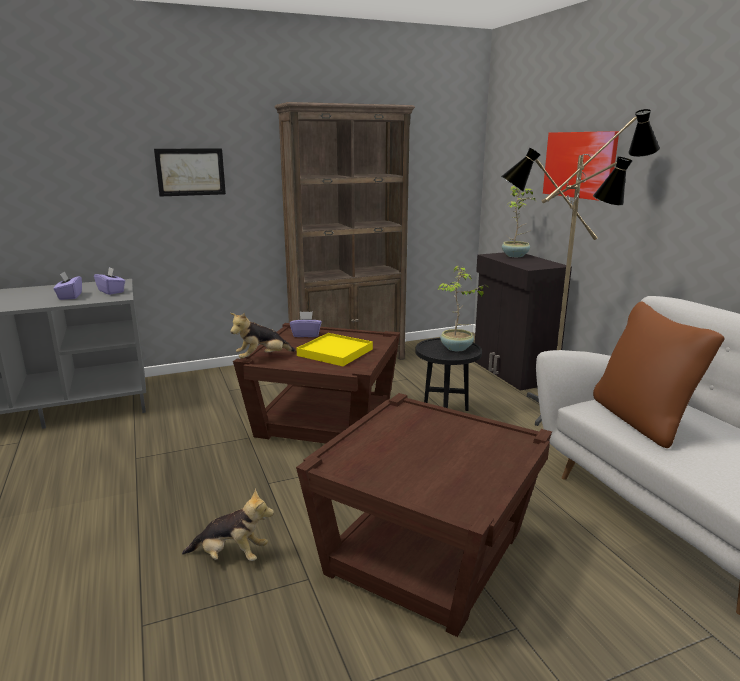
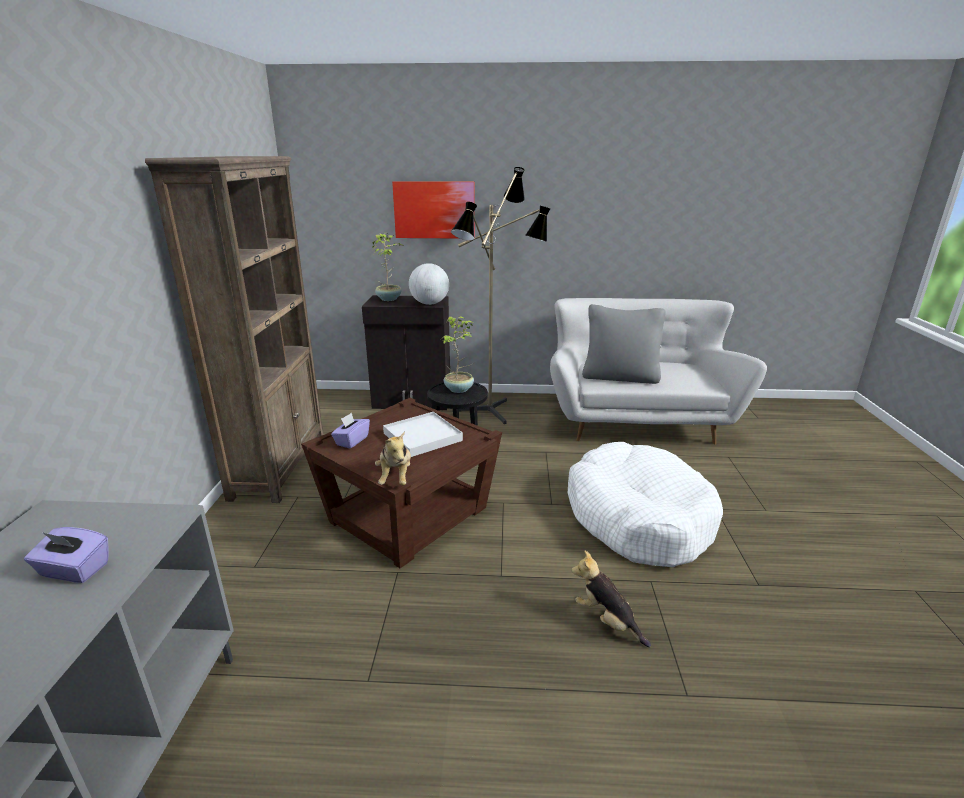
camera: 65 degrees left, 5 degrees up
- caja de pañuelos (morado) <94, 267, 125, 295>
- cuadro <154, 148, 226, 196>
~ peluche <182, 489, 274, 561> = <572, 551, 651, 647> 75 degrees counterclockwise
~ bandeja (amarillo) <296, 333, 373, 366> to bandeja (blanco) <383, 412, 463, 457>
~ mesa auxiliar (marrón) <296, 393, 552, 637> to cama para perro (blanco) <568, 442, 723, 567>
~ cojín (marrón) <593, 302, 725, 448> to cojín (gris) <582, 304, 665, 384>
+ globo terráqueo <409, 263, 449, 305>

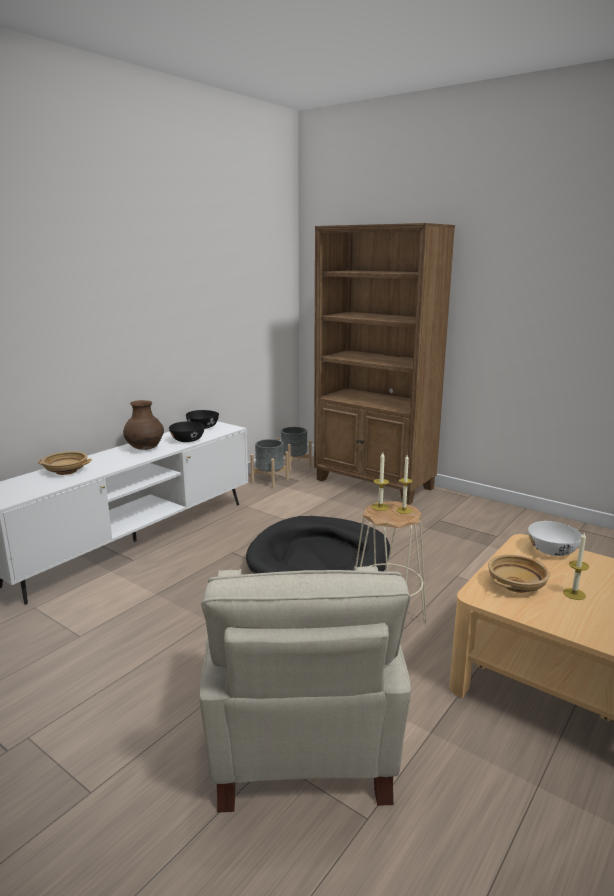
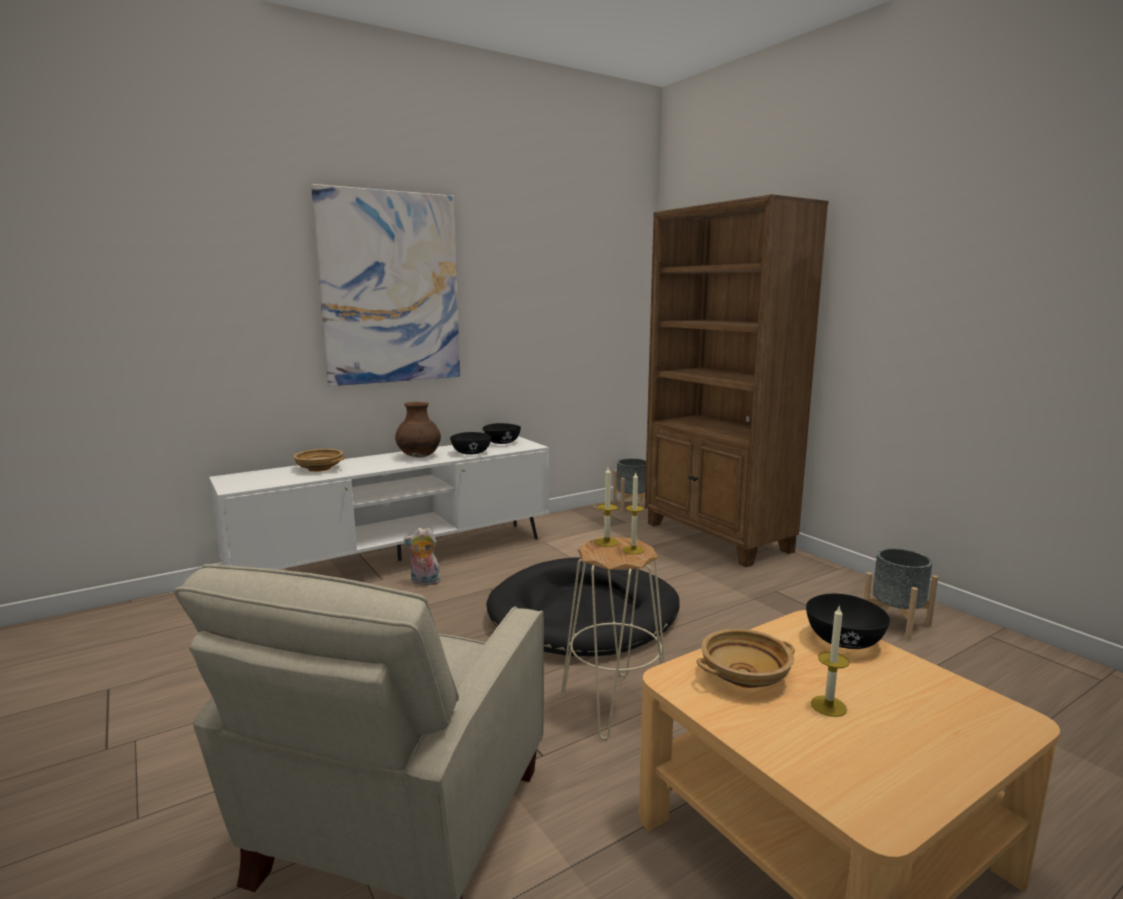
camera: 20 degrees right, 5 degrees down
~ maceta (gris) <250, 439, 289, 488> to <864, 548, 938, 640>
~ cuenco (blanco) <528, 521, 582, 556> to cuenco (negro) <806, 594, 890, 649>
+ cuadro <311, 184, 460, 386>
+ peluche <404, 528, 441, 585>

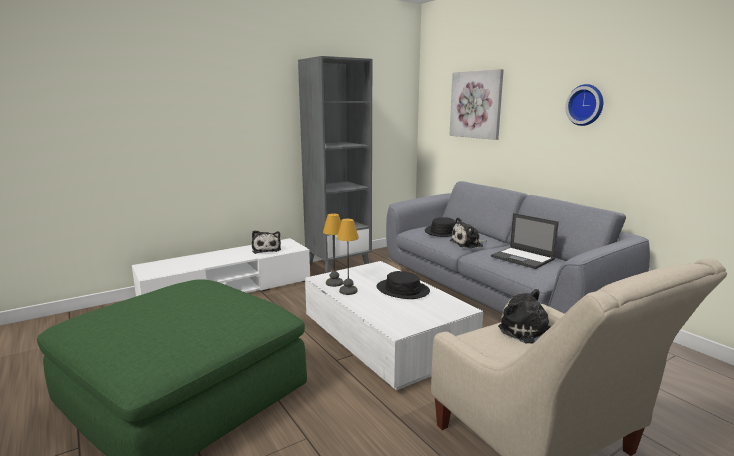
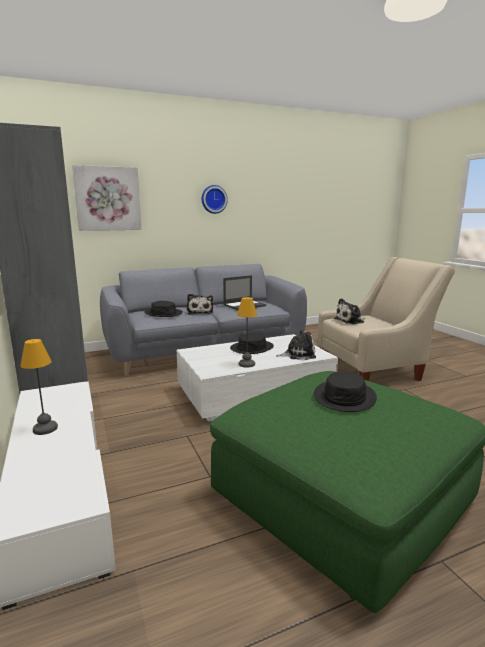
camera: 80 degrees left, 0 degrees up
~ peluche <252, 230, 281, 254> to <277, 330, 316, 360>
~ lámpara de mesa <323, 213, 343, 287> to <20, 339, 58, 435>
+ sombrero (negro) <314, 371, 377, 412>

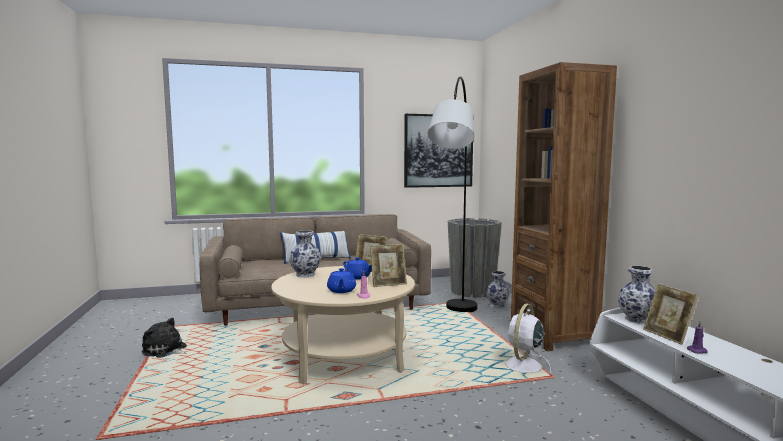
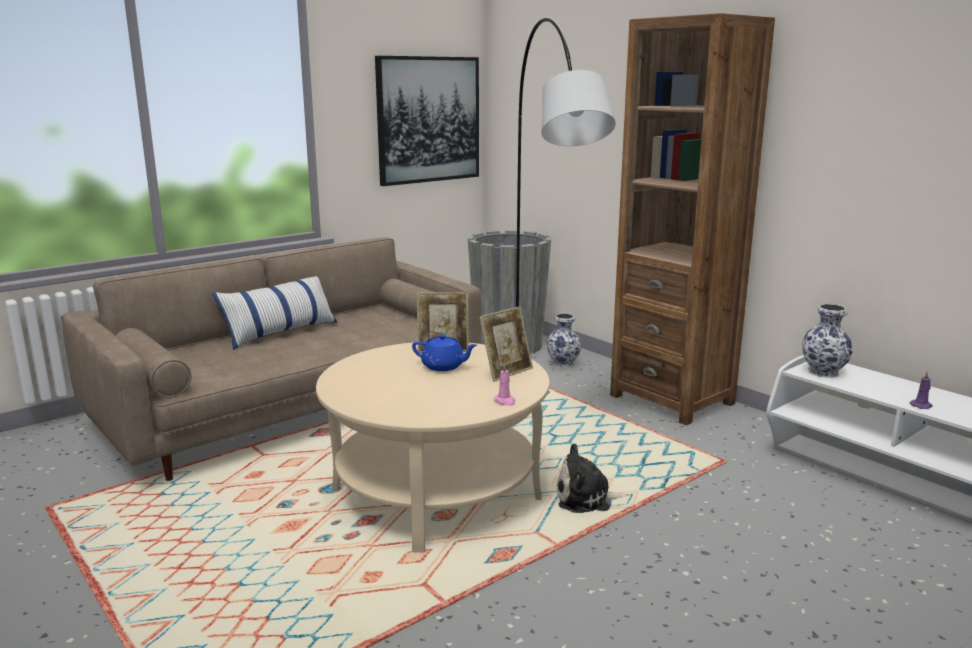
camera: 25 degrees left, 10 degrees up
~ peluche <141, 318, 187, 358> to <557, 444, 629, 513>
- florero <289, 230, 321, 277>
- tetera (azul) <327, 268, 356, 293>
- ventilador (blanco) <505, 303, 551, 374>
- portarretratos <643, 283, 698, 345>

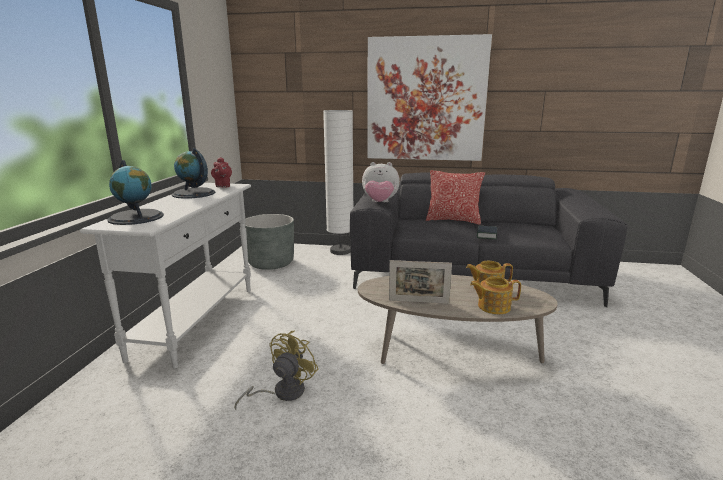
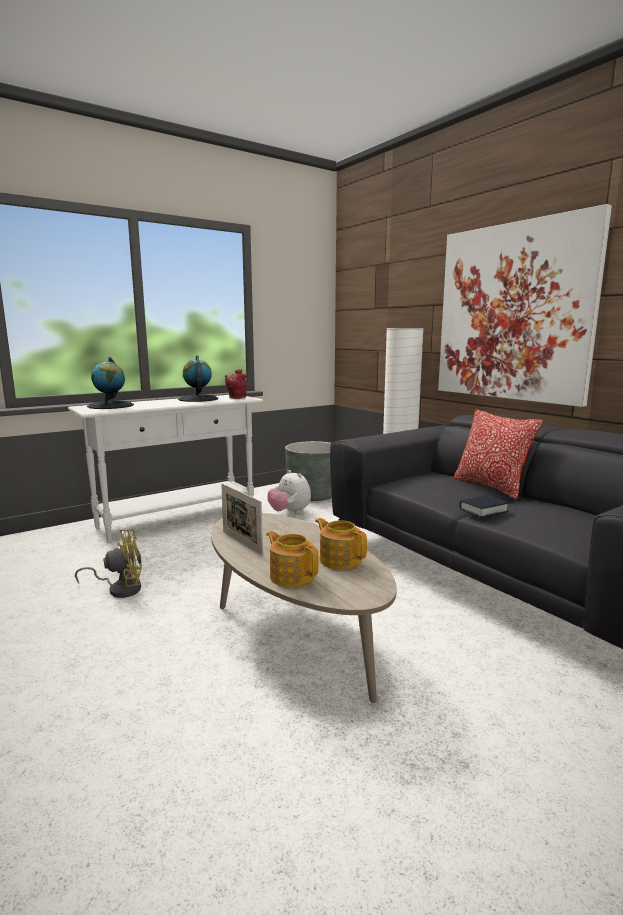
camera: 45 degrees right, 5 degrees down
~ peluche <362, 162, 400, 202> to <267, 470, 311, 514>

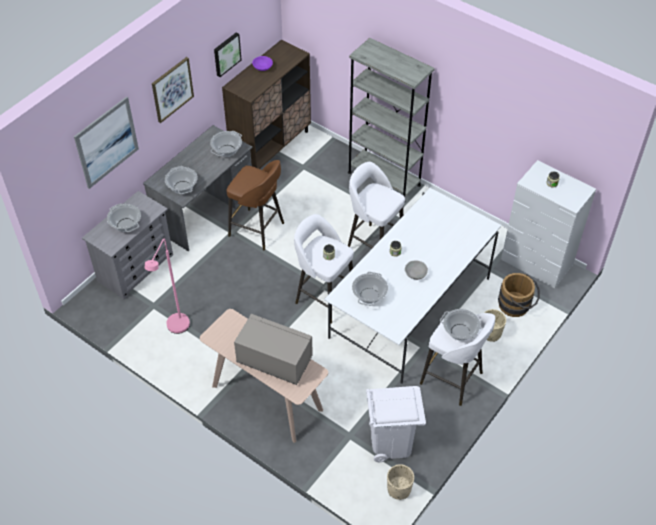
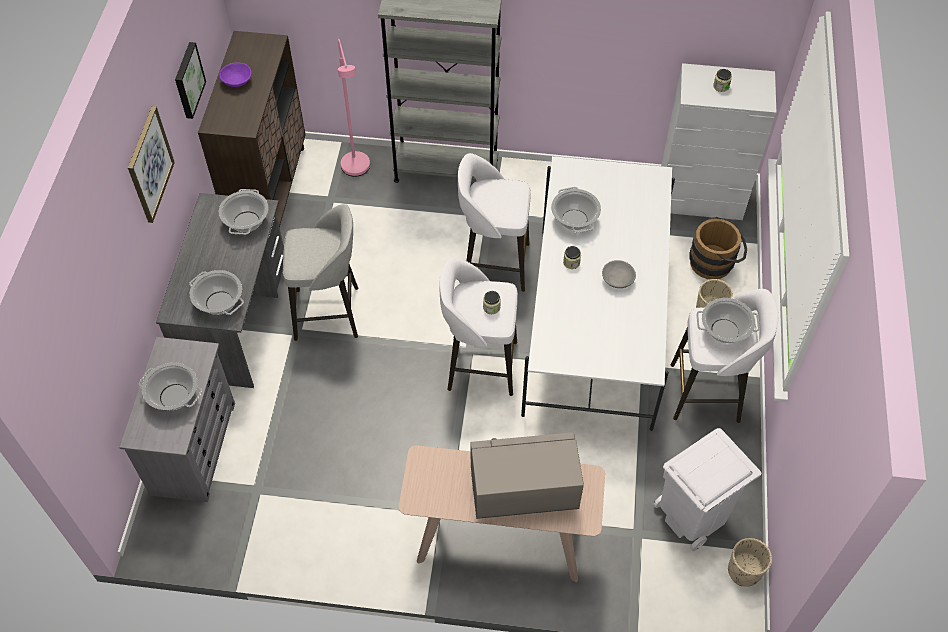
camera: 30 degrees left, 5 degrees up
- cuadro <74, 96, 139, 189>
~ lámpara de pie (rosa) <145, 239, 190, 334> to <338, 39, 370, 177>
~ taburete (marrón) <227, 160, 284, 250> to taburete (gris) <283, 204, 358, 341>
~ olla <352, 272, 388, 306> to <551, 187, 601, 233>

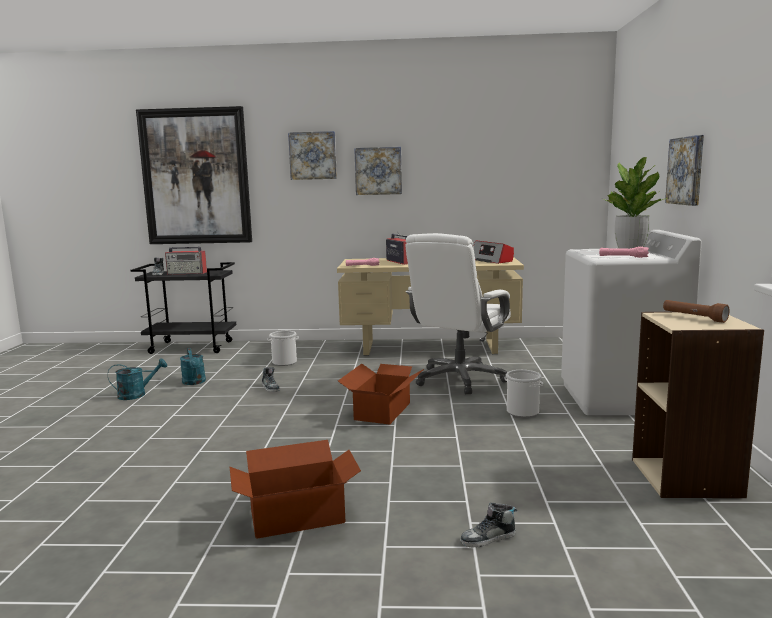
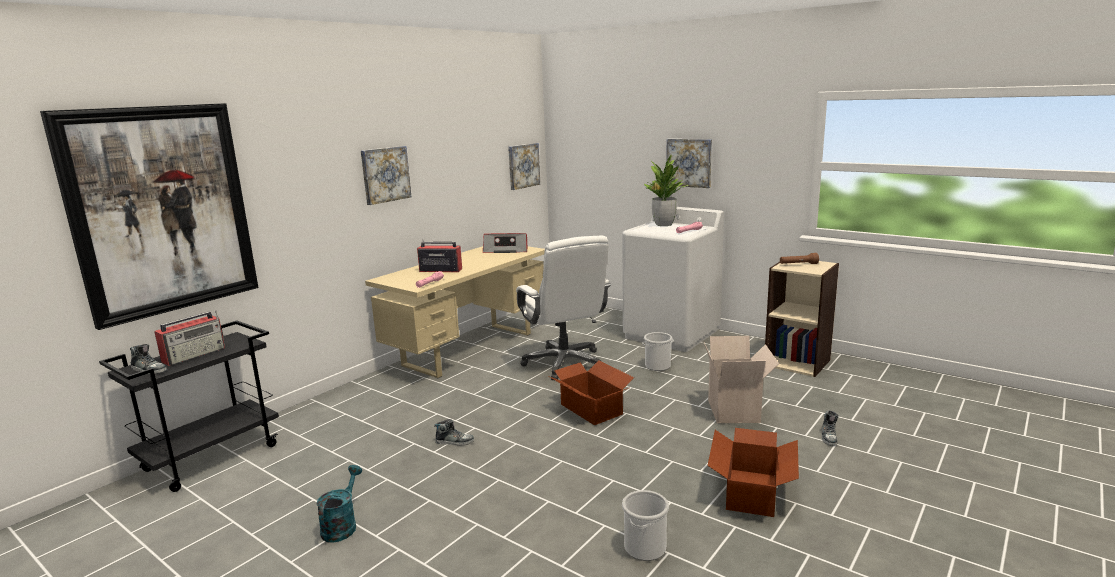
camera: 55 degrees left, 5 degrees up
- regadera (turquesa) <180, 348, 206, 385>
~ cubo <268, 331, 299, 366> to <622, 490, 669, 561>
~ cuadro <288, 131, 337, 180> to <508, 143, 540, 190>
+ caja de cartón <704, 336, 779, 423>

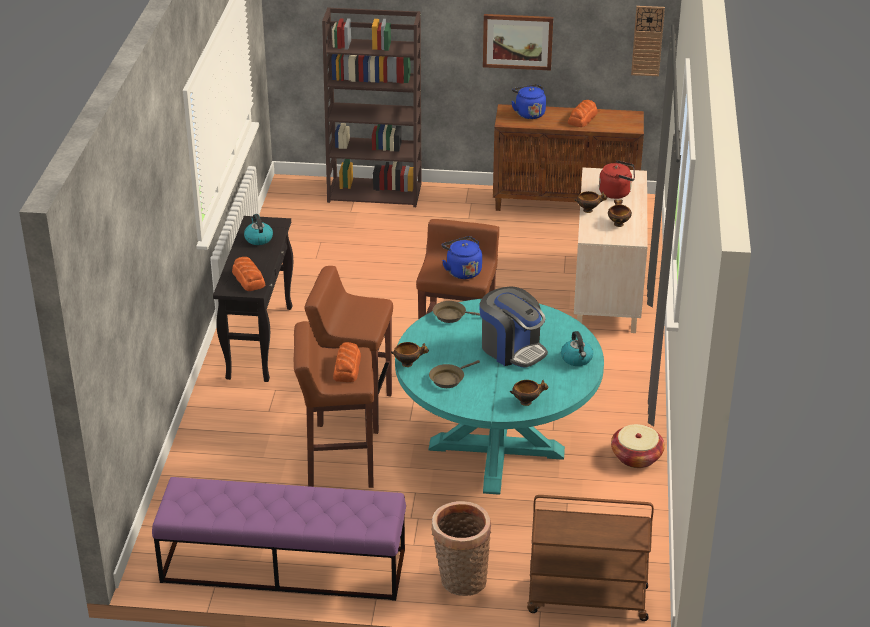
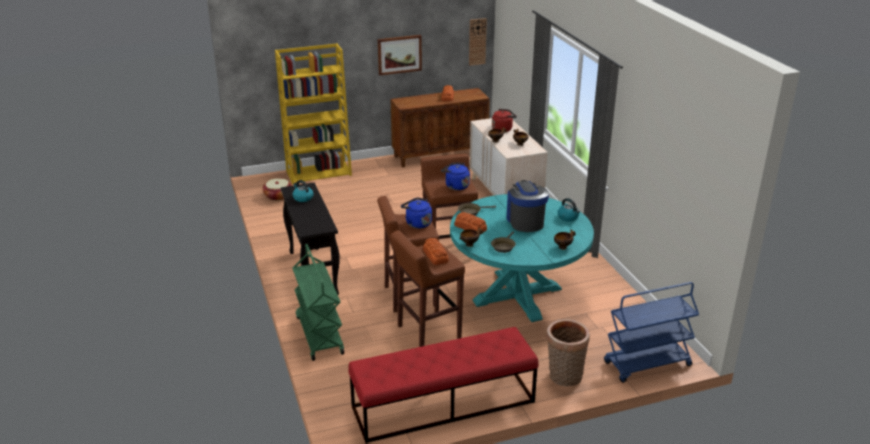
camera: 25 degrees left, 5 degrees down
~ banco (morado) <152, 477, 406, 601> to banco (rojo) <348, 327, 539, 443>
~ pan <232, 257, 265, 291> to <454, 212, 487, 232>
~ estantería (marrón) <322, 7, 422, 207> to estantería (amarillo) <275, 43, 352, 185>
~ cafetera <479, 286, 548, 368> = <507, 180, 549, 232> 120 degrees counterclockwise
~ hervidor (azul) <511, 84, 546, 119> to <401, 198, 432, 229>
~ carrito (marrón) <527, 495, 654, 621> to carrito (azul) <604, 282, 699, 383>
~ cesta <611, 424, 665, 468> to <262, 178, 292, 201>
+ carrito (verde) <292, 244, 344, 361>

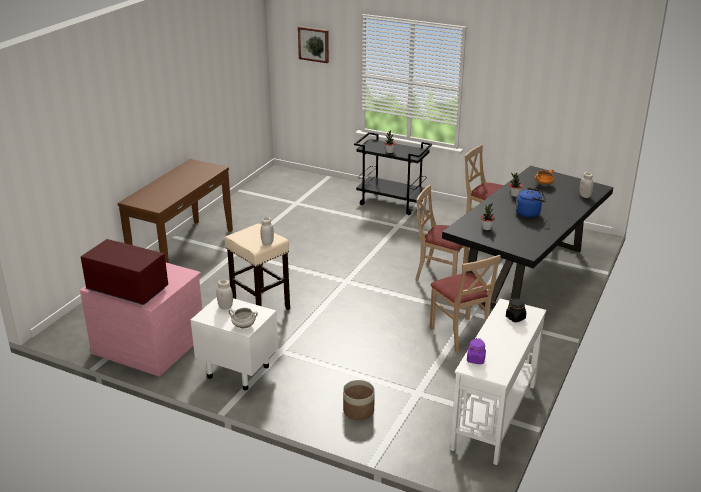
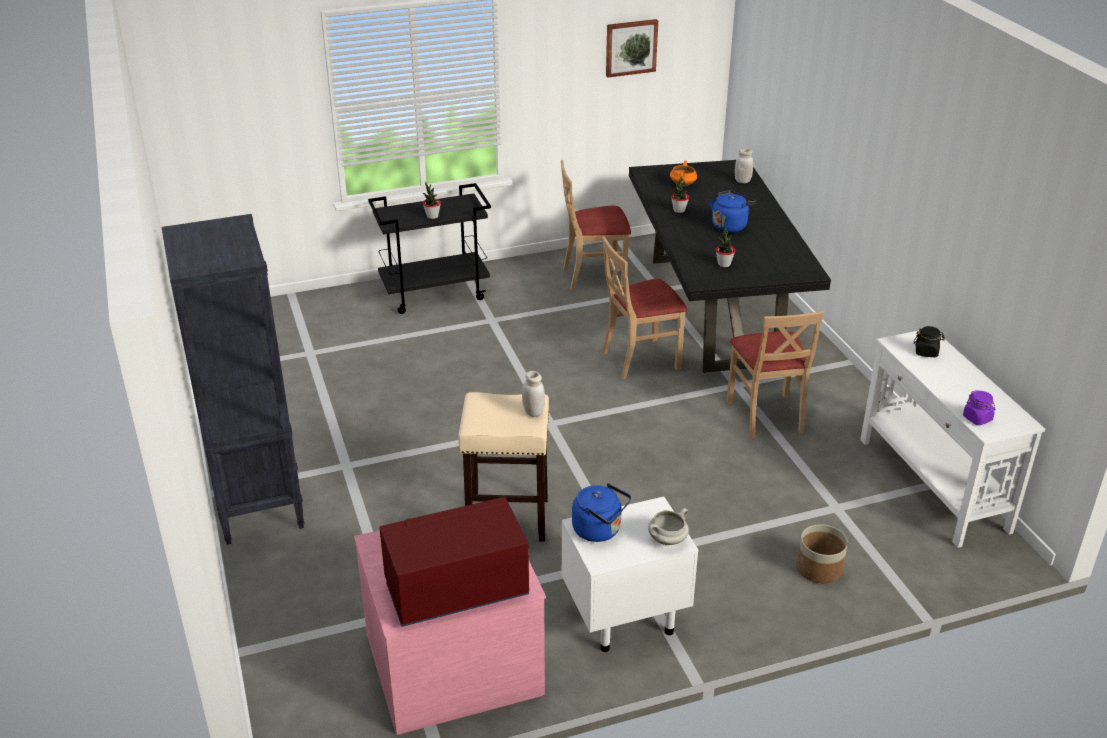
camera: 45 degrees left, 5 degrees up
~ mesa consola (marrón) <118, 159, 233, 263> to estantería (negro) <161, 214, 305, 545>
~ tarro (blanco) <216, 280, 233, 309> to hervidor (azul) <572, 483, 631, 542>
~ cuadro <298, 26, 329, 63> to <606, 19, 658, 78>
~ silla (beis) <430, 255, 501, 352> = <727, 311, 825, 439> 60 degrees clockwise

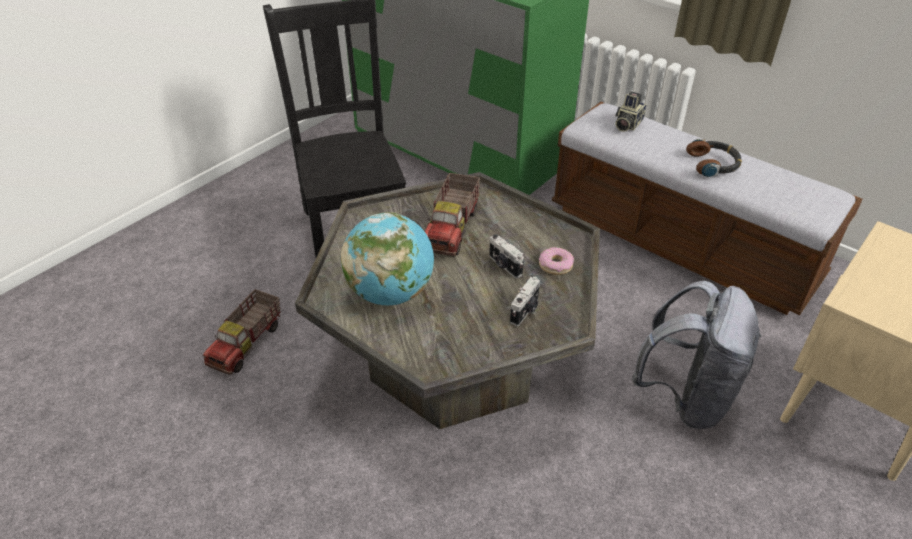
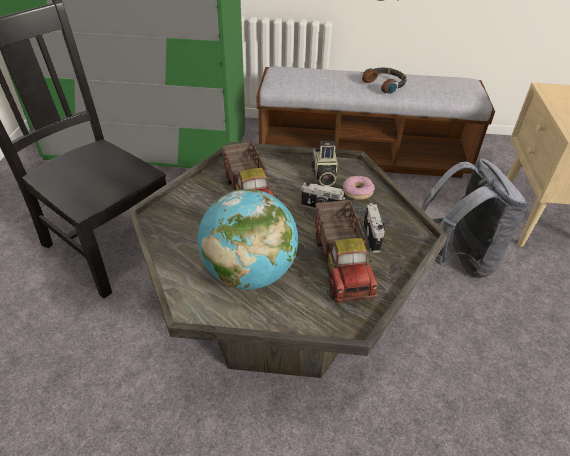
camera: 35 degrees left, 0 degrees up
~ camión de juguete <202, 289, 281, 375> to <315, 200, 378, 303>
~ cámara <616, 91, 646, 132> to <311, 141, 338, 186>

